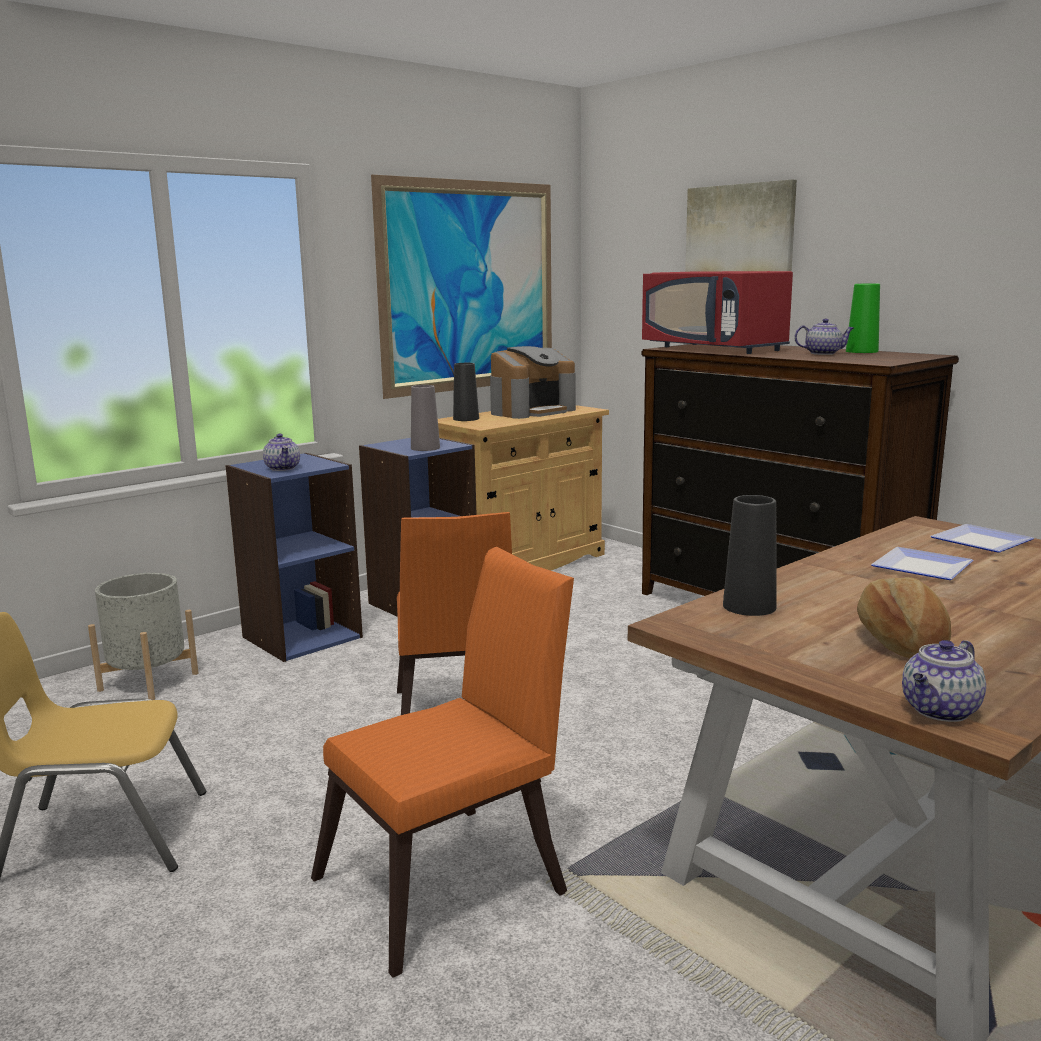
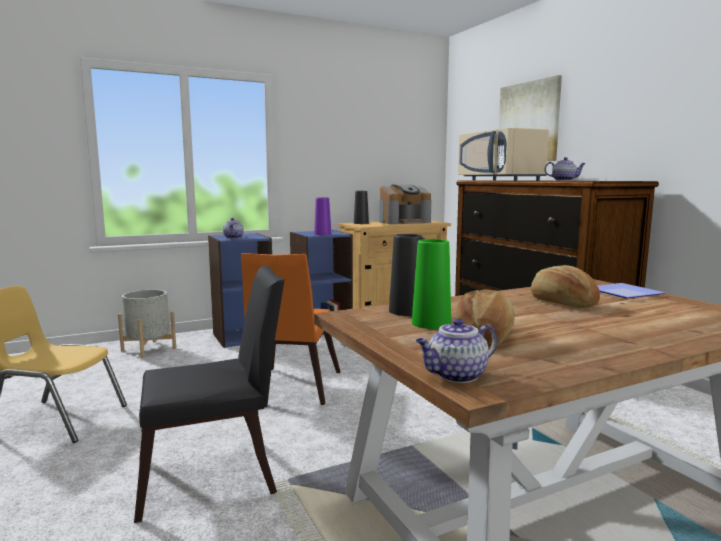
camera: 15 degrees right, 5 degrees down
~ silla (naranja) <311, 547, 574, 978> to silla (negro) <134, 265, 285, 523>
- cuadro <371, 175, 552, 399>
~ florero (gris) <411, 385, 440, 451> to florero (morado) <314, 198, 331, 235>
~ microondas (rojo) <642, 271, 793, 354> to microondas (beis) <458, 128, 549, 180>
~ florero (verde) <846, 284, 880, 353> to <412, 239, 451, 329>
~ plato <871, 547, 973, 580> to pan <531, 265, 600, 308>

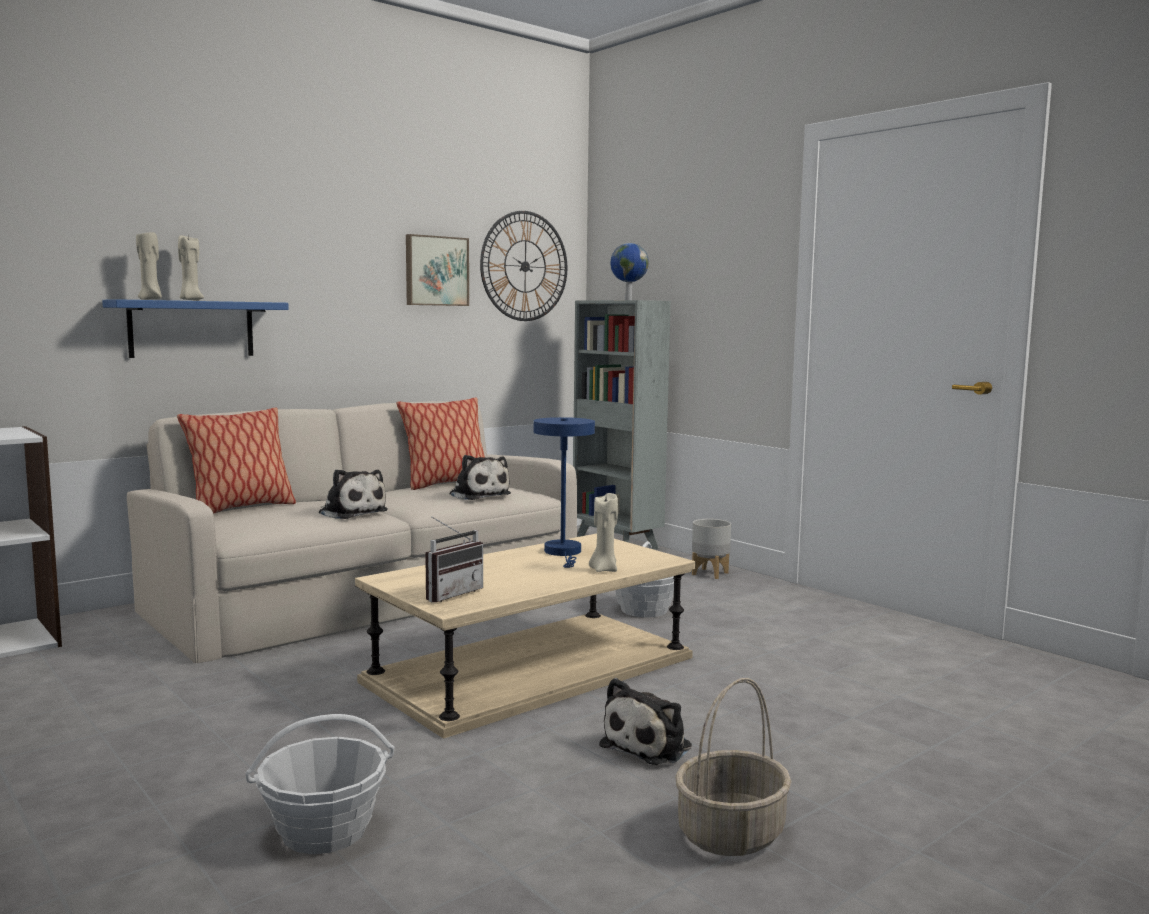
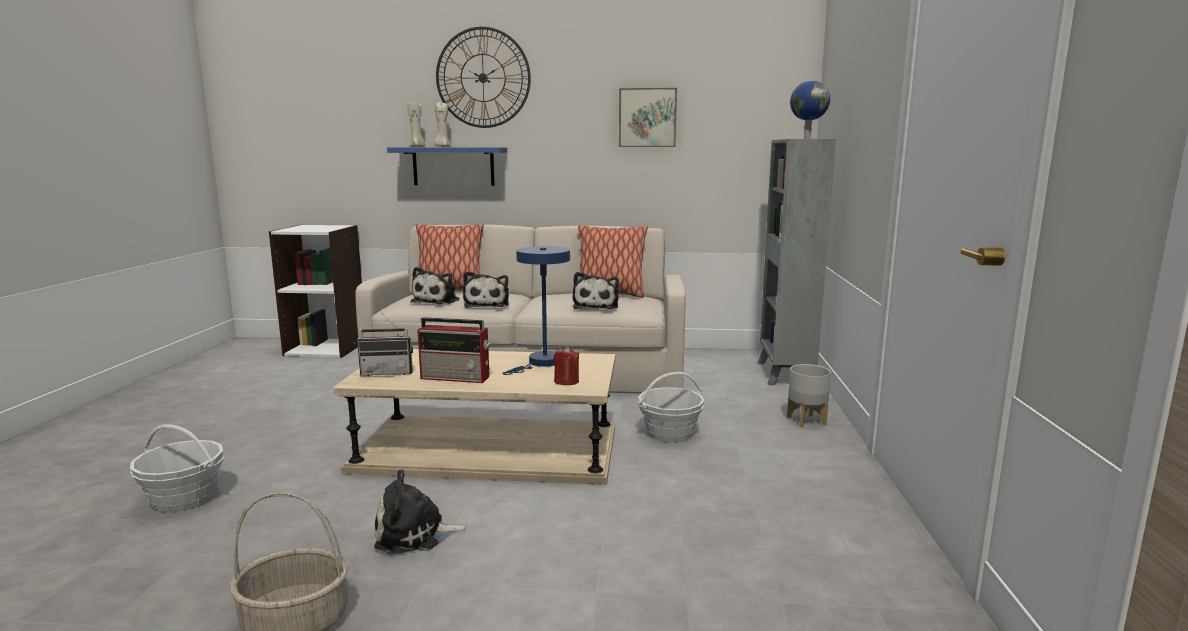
camera: 45 degrees right, 5 degrees up
~ reloj de pared <480, 211, 567, 321> to <436, 27, 531, 128>
- vela (beis) <589, 493, 618, 572>
+ peluche <411, 267, 460, 304>
+ radio <417, 317, 490, 383>
+ vela (rojo) <554, 347, 579, 385>

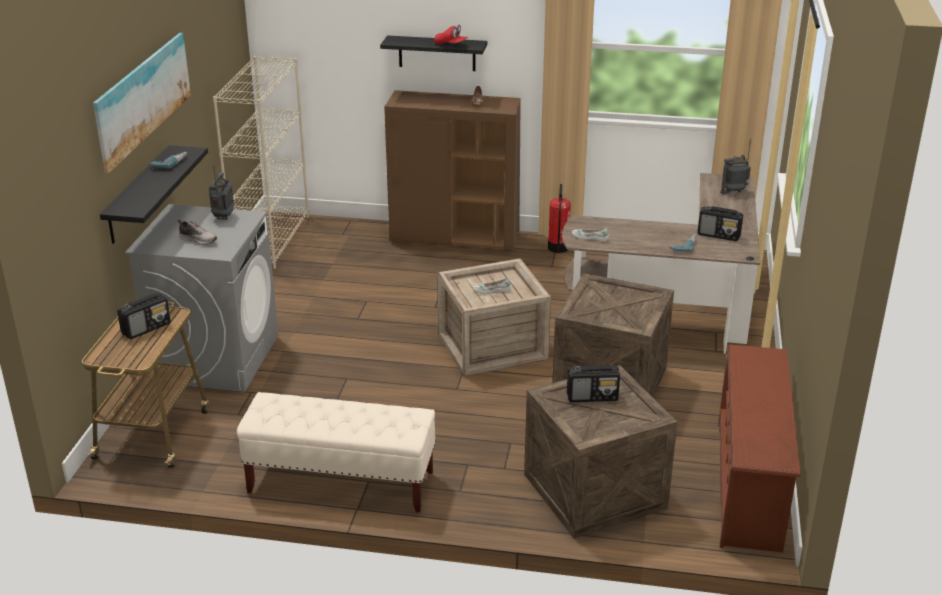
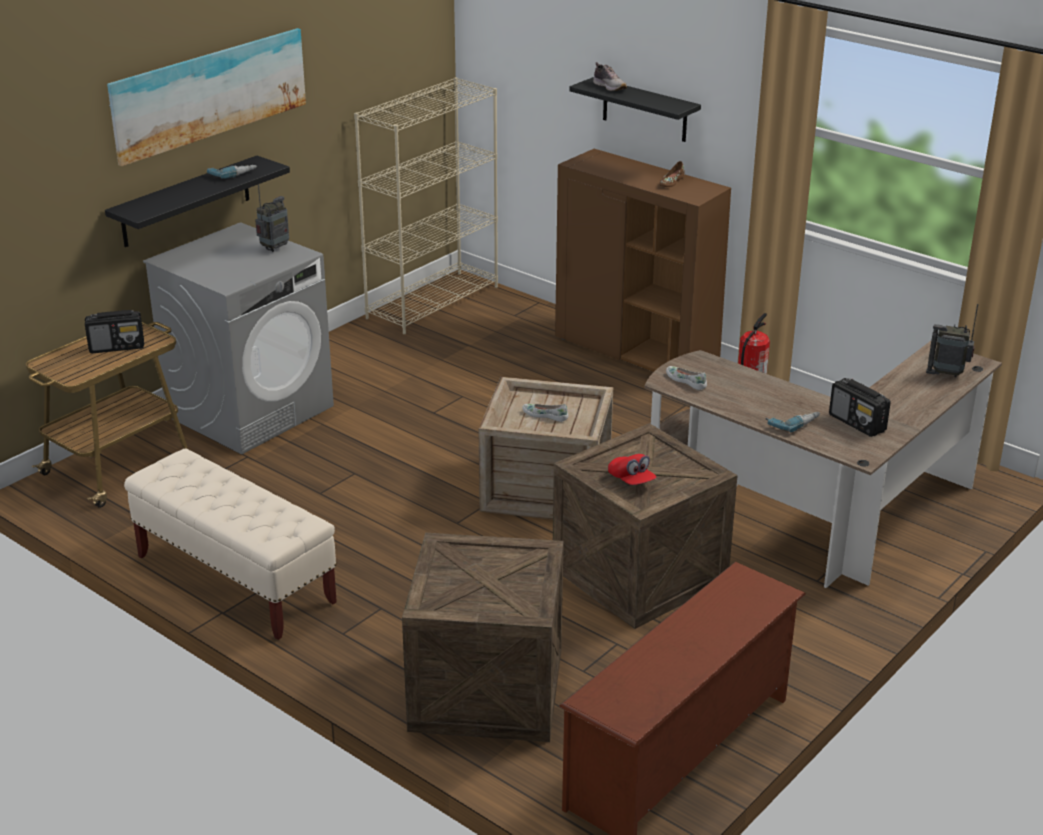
camera: 30 degrees right, 0 degrees up
~ zapato <178, 220, 217, 245> to <593, 62, 627, 91>
~ gorra (rojo) <434, 25, 468, 44> to <608, 454, 656, 485>
- radio <567, 365, 620, 402>

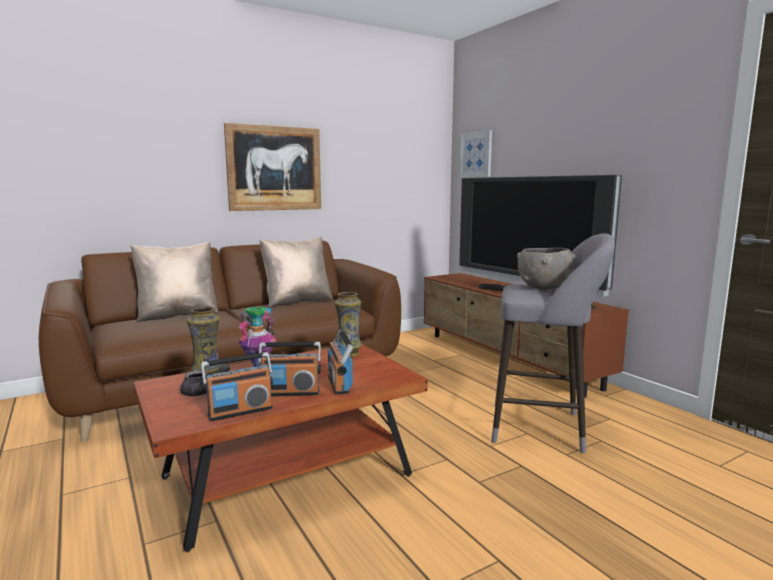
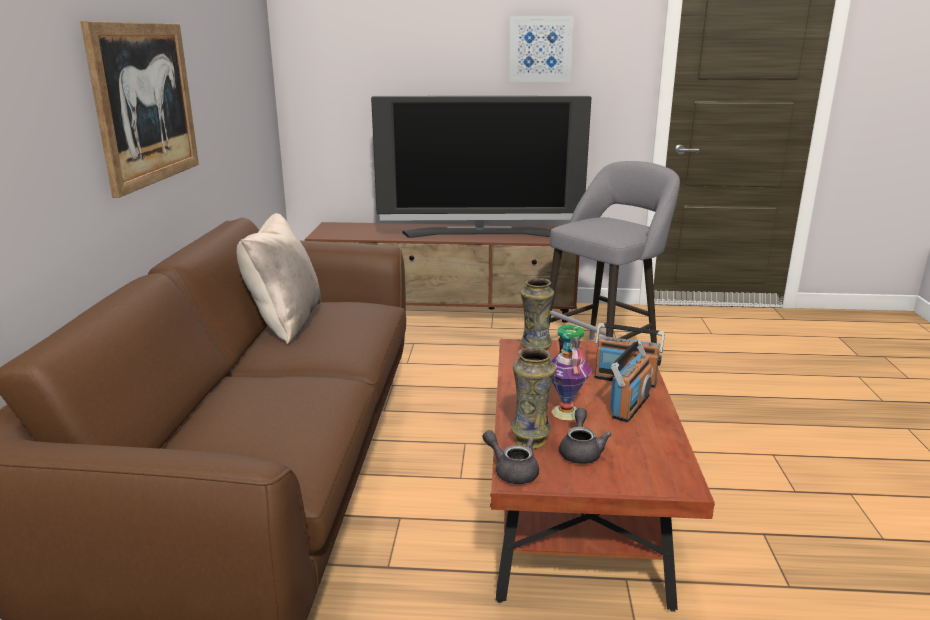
camera: 55 degrees left, 10 degrees up
- cojín (beis) <131, 242, 219, 323>
- radio <201, 352, 273, 421>
~ cuadro <460, 130, 492, 177> to <509, 16, 574, 82>
- cuenco (gris) <517, 248, 576, 289>
+ tetera (gris) <482, 430, 539, 484>

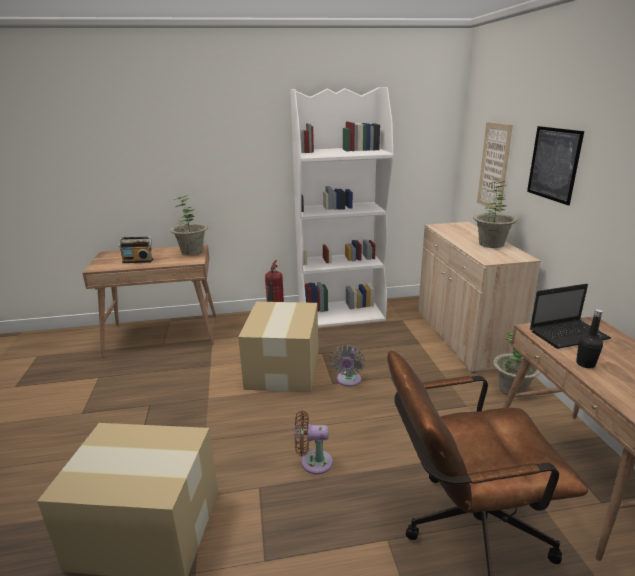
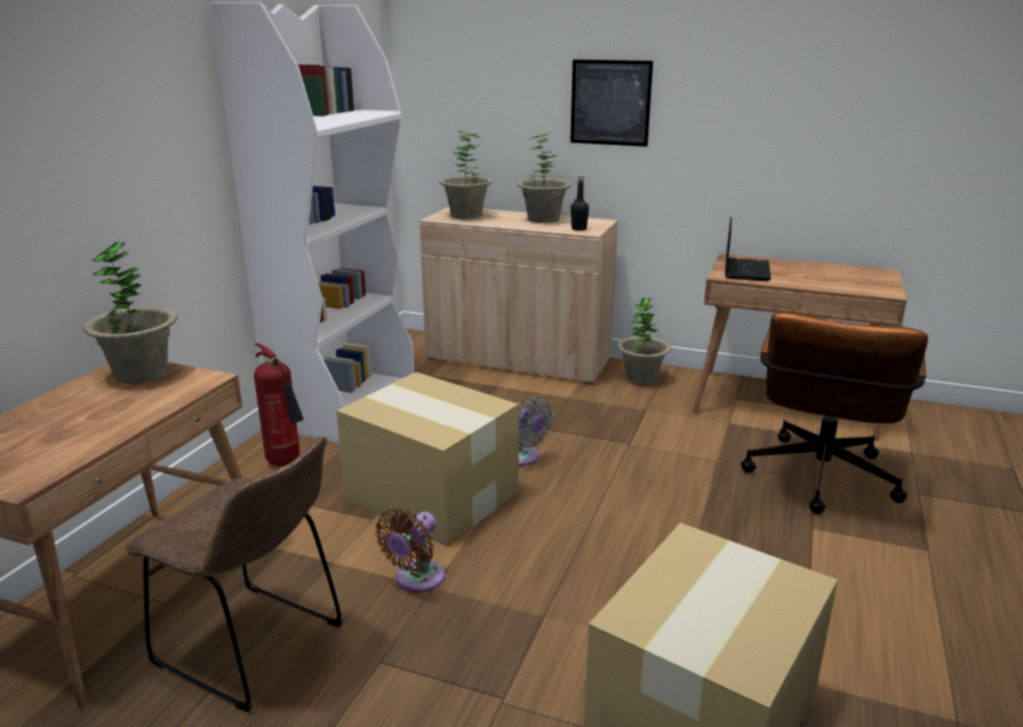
camera: 60 degrees left, 0 degrees up
- radio <119, 236, 153, 263>
~ ventilador (marrón) <295, 410, 333, 474> to <375, 508, 445, 593>
- cuadro <477, 122, 513, 213>
~ botella (negro) <576, 309, 603, 368> to <571, 175, 589, 231>
+ silla (marrón) <126, 436, 343, 712>
+ planta en maceta <439, 131, 492, 219>

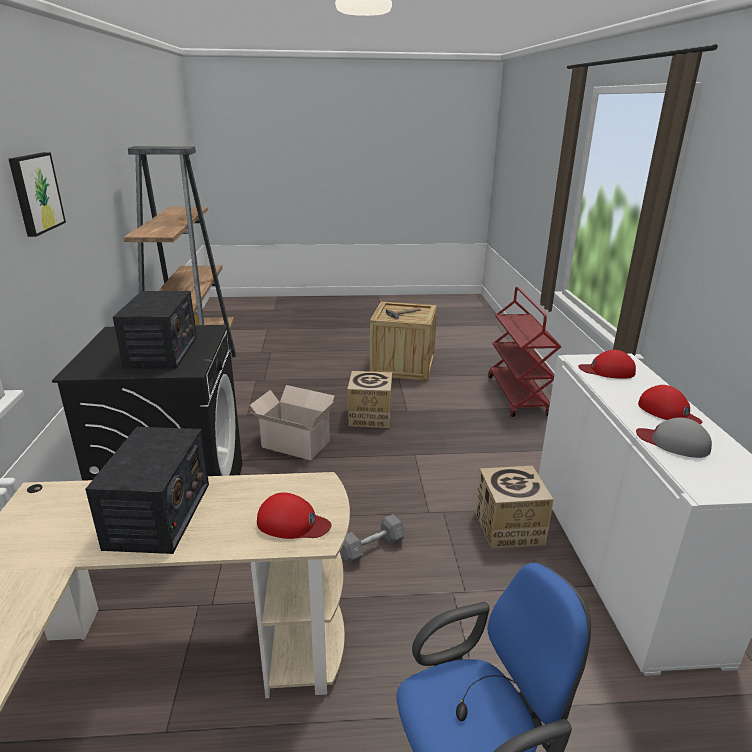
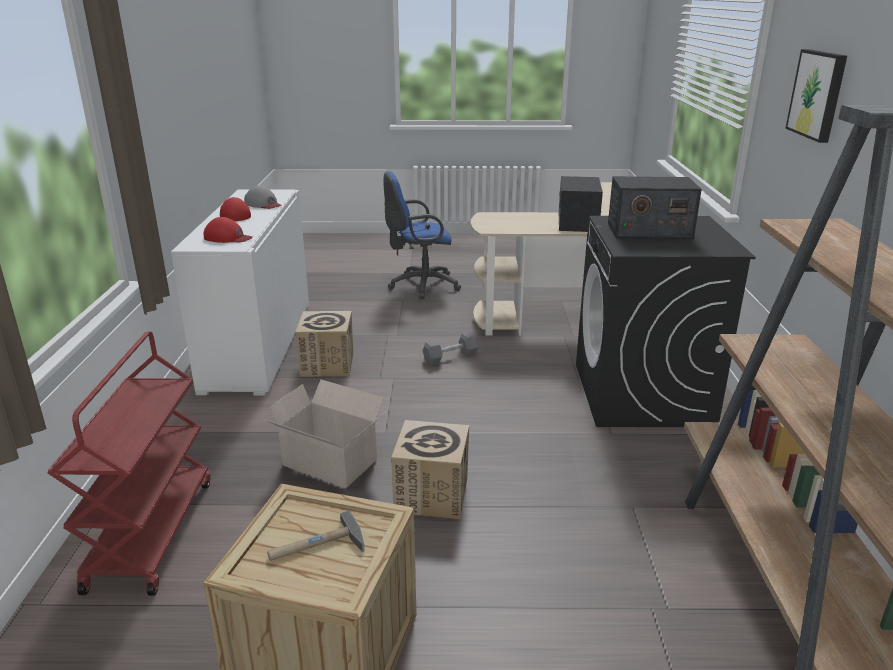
camera: 175 degrees left, 0 degrees up
~ radio <113, 291, 197, 369> = <608, 176, 702, 239> 90 degrees counterclockwise
~ caja de cartón <250, 385, 335, 460> to <263, 379, 384, 488>
- gorra (rojo) <257, 493, 332, 539>

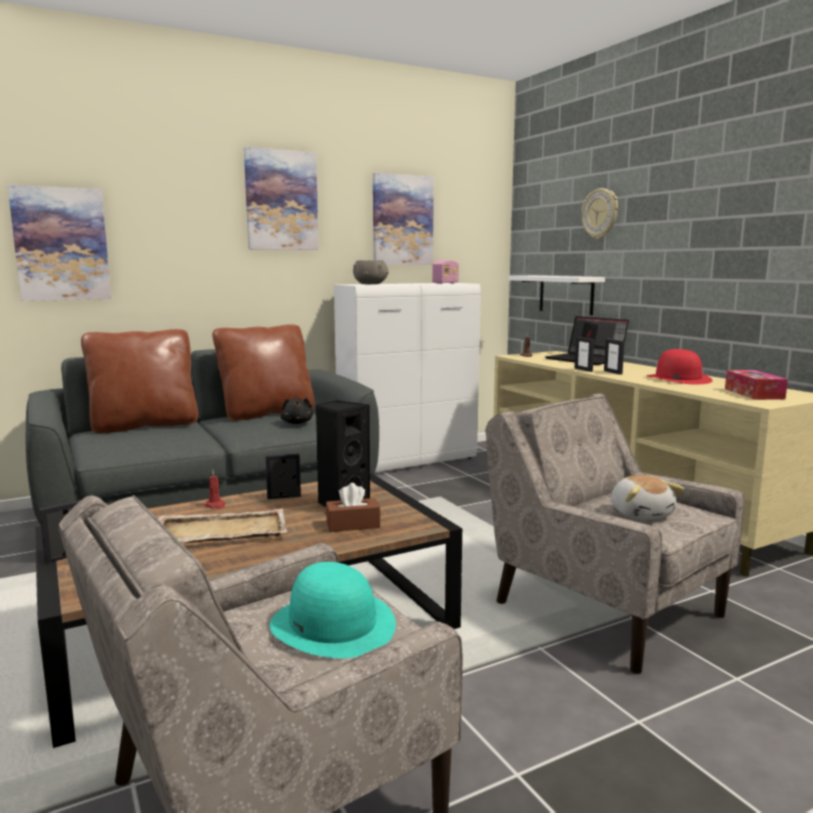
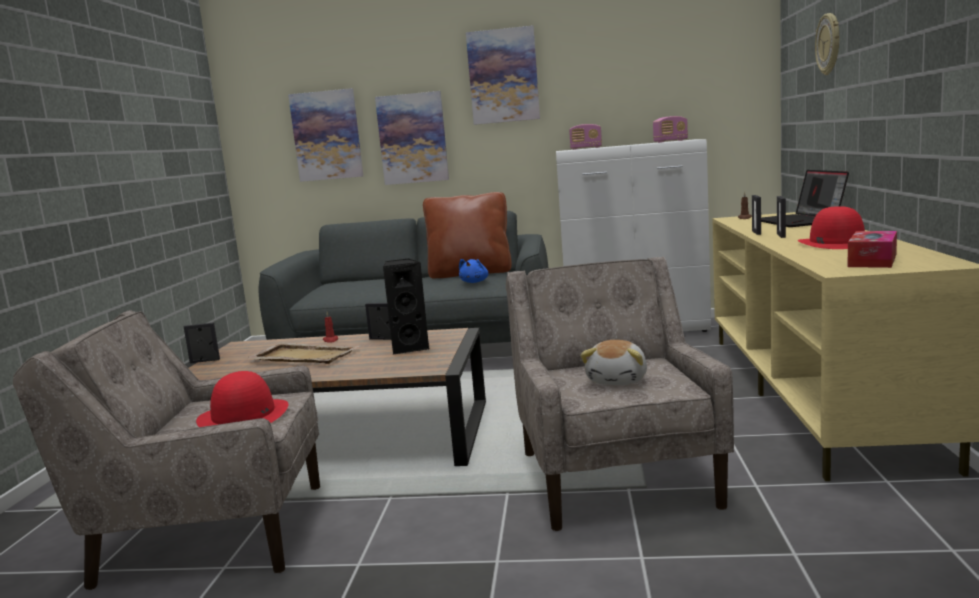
camera: 35 degrees right, 0 degrees up
- cojín (marrón) <81, 329, 198, 433>
~ sombrero (turquesa) <270, 562, 396, 658> to sombrero (rojo) <196, 371, 288, 427>
~ peluche (negro) <281, 398, 313, 424> to peluche (azul) <459, 259, 488, 283>
- caja de pañuelos (marrón) <326, 483, 380, 532>
~ cuenco (gris) <353, 260, 389, 284> to radio <569, 124, 602, 150>
~ cuadro <373, 173, 434, 265> to <375, 91, 449, 185>
- estante (blanco) <509, 276, 605, 315>

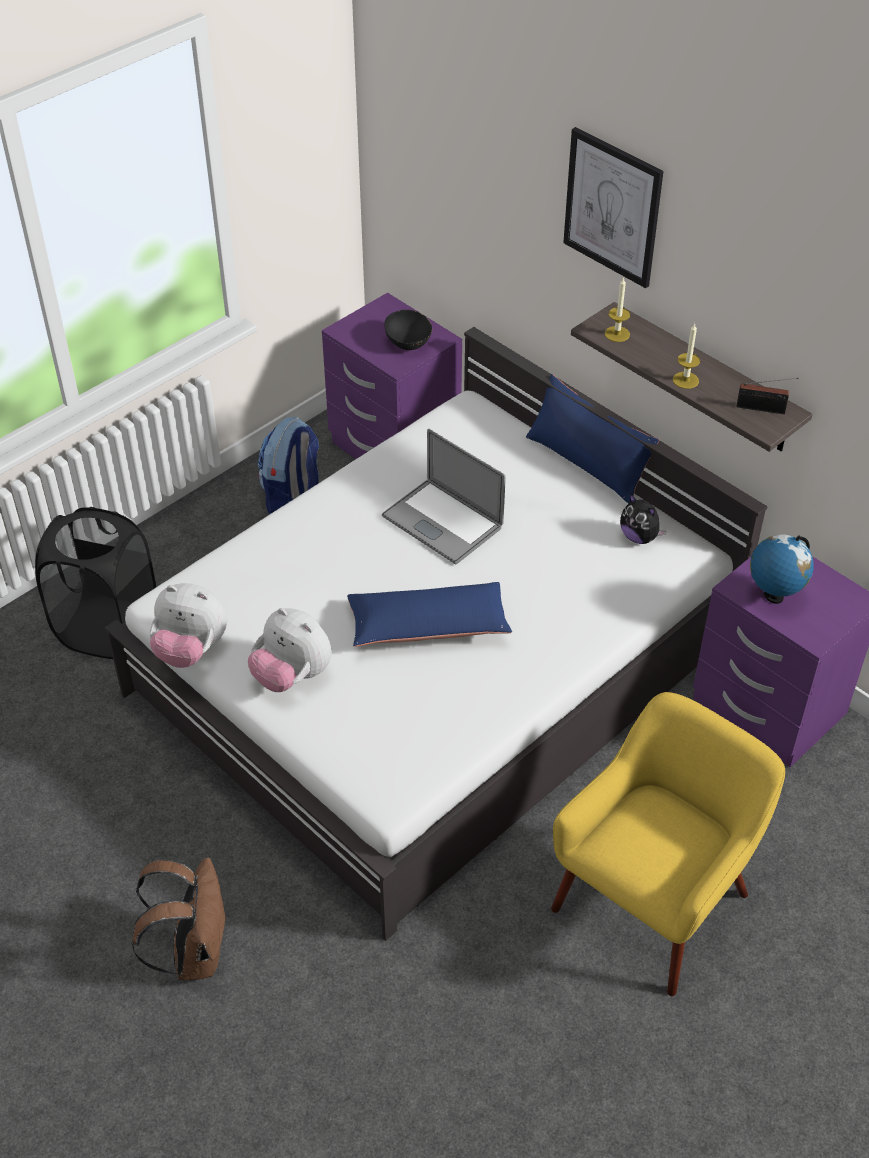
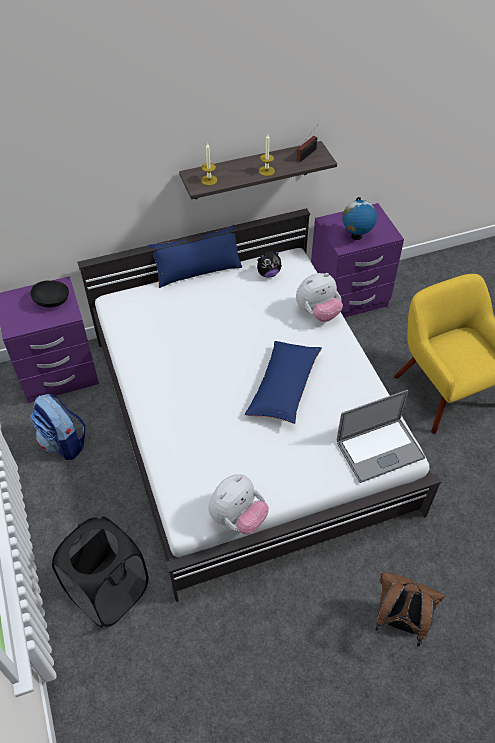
camera: 65 degrees left, 5 degrees up
~ peluche <248, 608, 332, 692> to <296, 273, 343, 322>
~ portátil <382, 428, 506, 564> to <337, 390, 425, 483>
- cuadro <563, 127, 663, 288>

